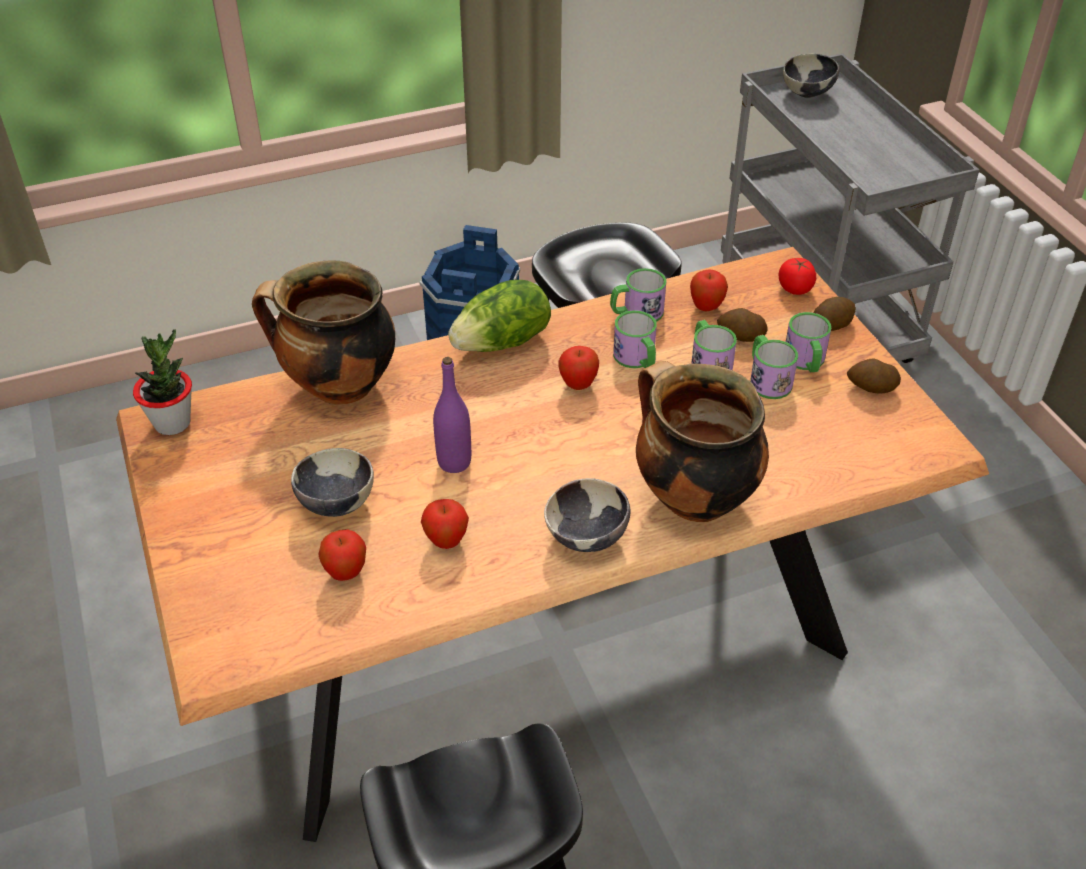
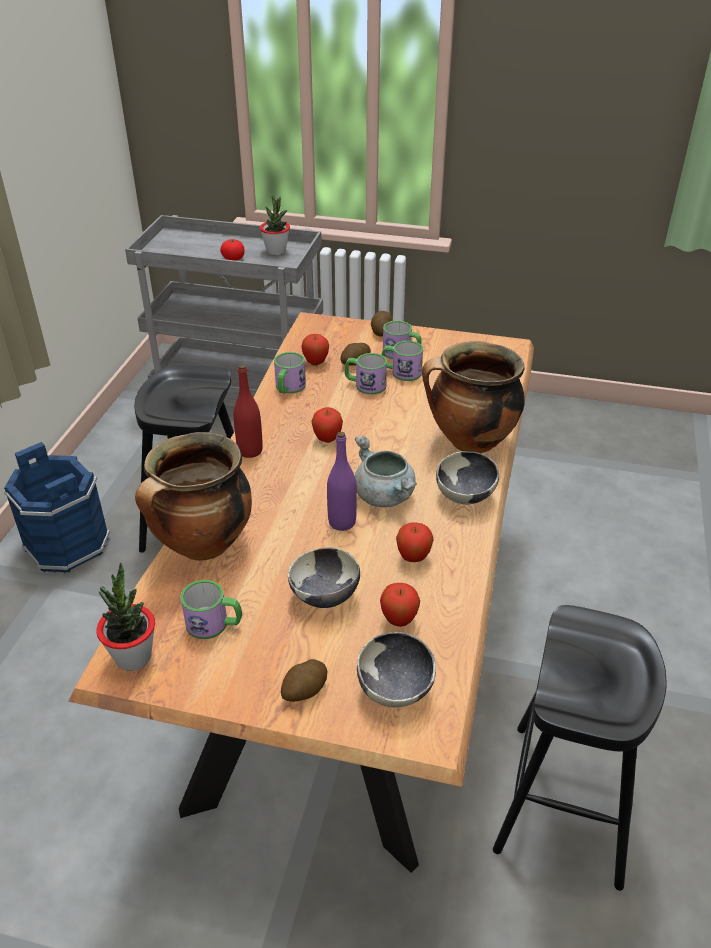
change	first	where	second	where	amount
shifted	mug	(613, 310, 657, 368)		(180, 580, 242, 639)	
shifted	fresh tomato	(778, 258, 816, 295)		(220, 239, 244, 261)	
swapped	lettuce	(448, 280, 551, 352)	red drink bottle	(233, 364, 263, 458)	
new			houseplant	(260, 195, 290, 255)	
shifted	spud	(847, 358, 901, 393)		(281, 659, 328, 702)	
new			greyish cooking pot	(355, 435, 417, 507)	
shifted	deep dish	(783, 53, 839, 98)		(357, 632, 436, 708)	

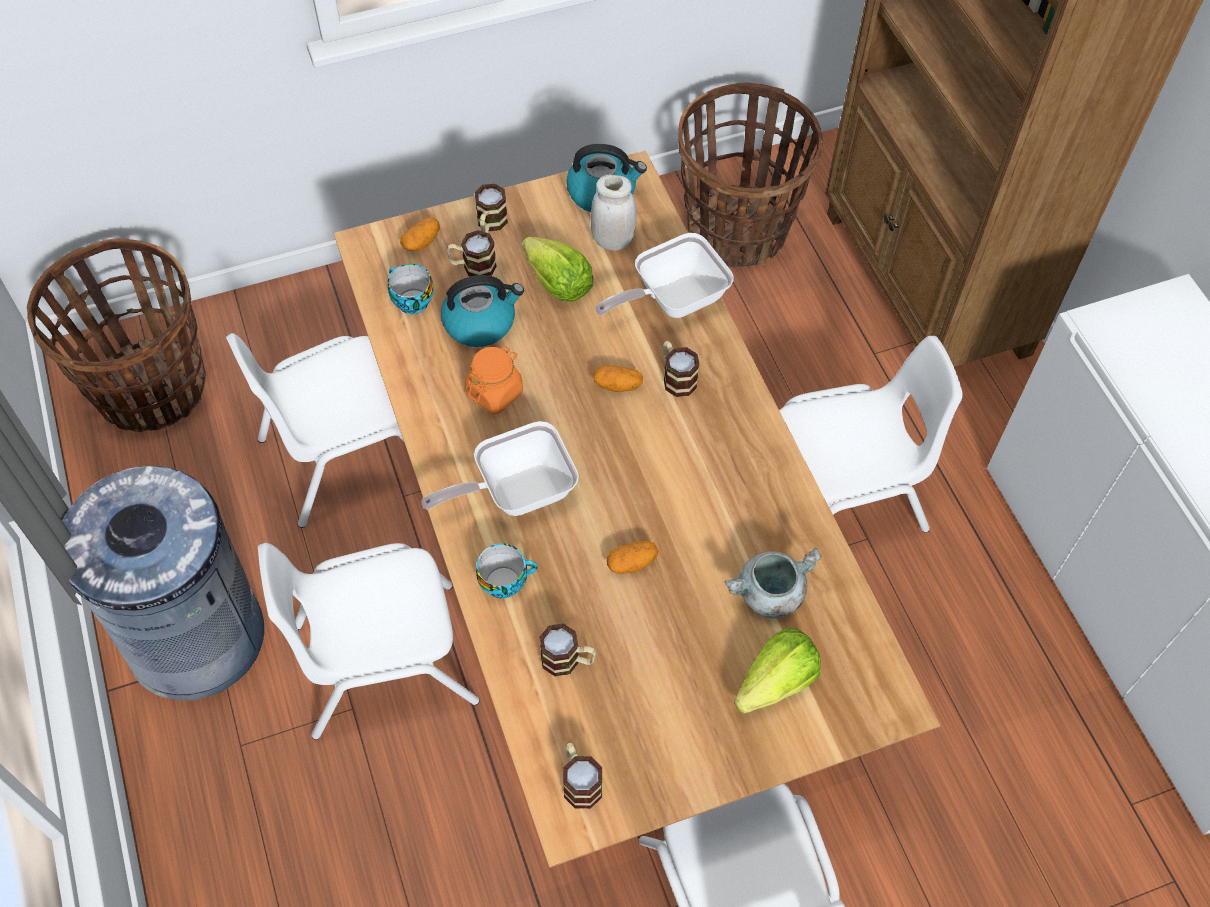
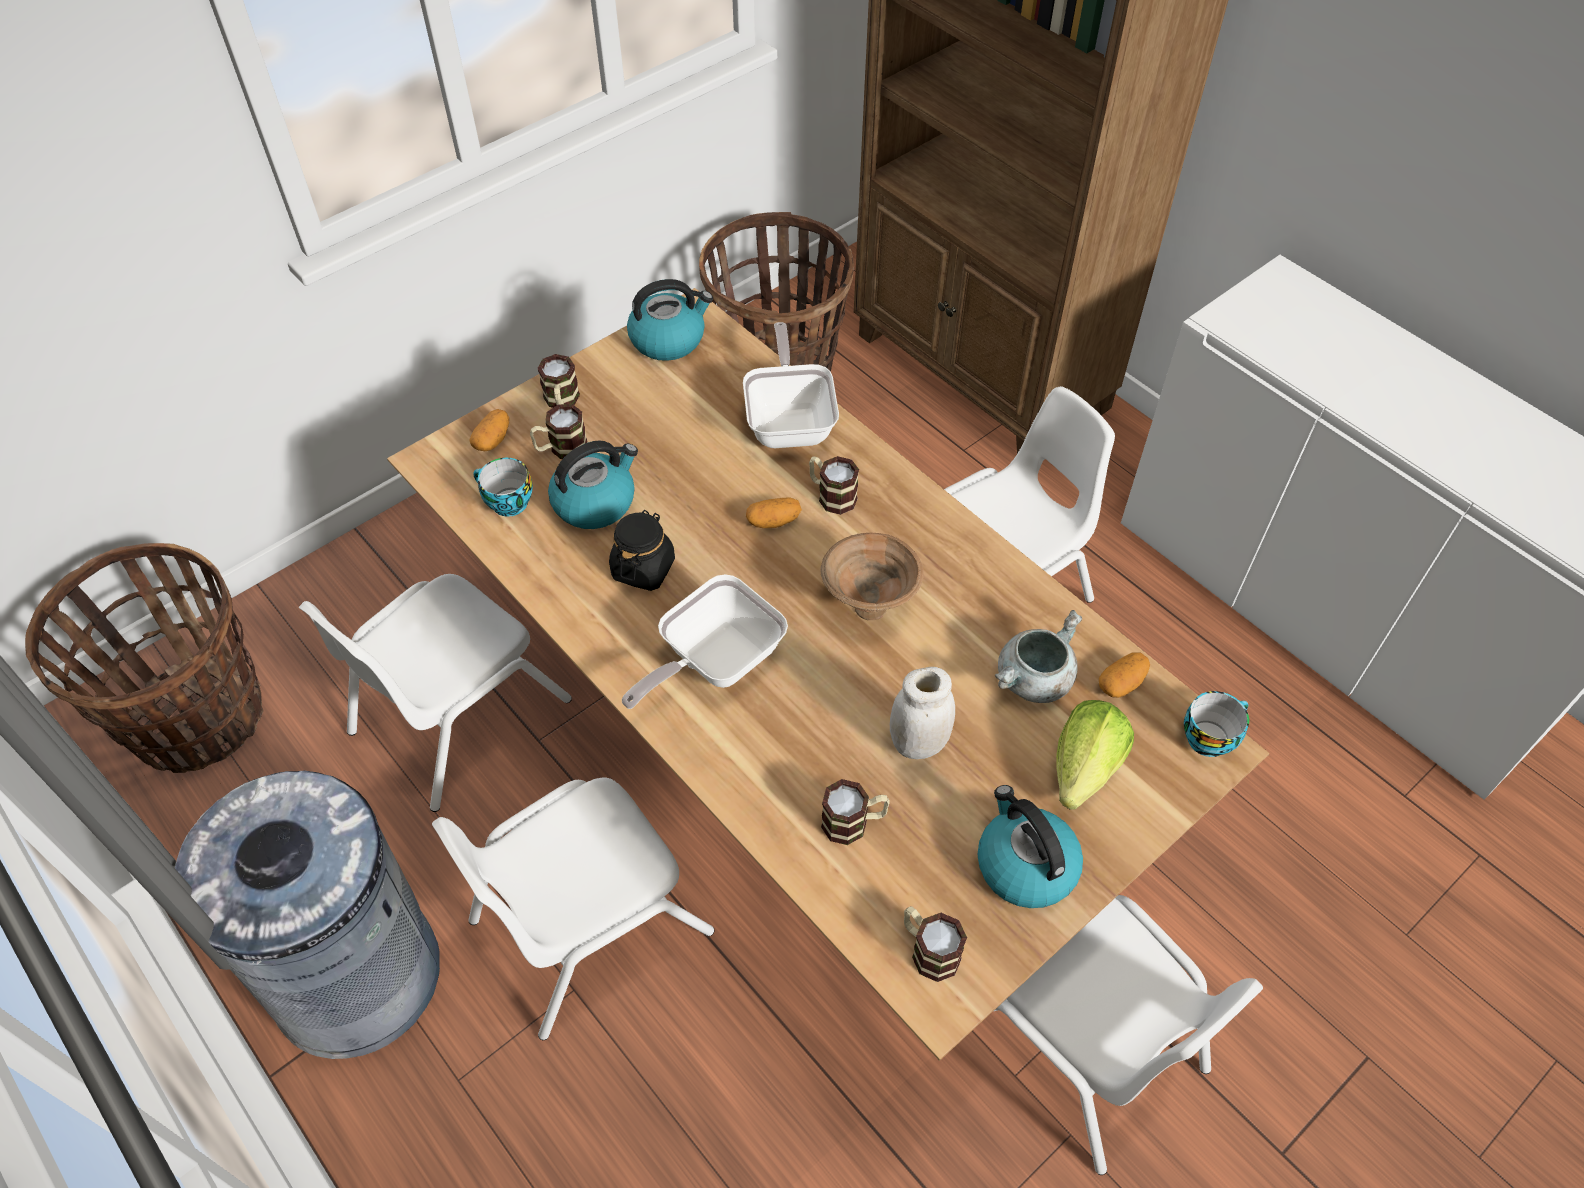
change	first	where	second	where	amount
repainted	orange-coloured jar	(465, 346, 523, 414)	black jar	(609, 510, 675, 591)	
rotated	frying pan	(595, 233, 734, 318)		(743, 322, 839, 448)	135 degrees clockwise
new			brown deep dish	(820, 533, 924, 620)	
shifted	white jar	(590, 175, 636, 251)		(890, 667, 955, 759)	
new			water kettle	(978, 785, 1083, 908)	
shifted	spud	(607, 541, 659, 574)		(1099, 653, 1150, 698)	
shifted	cup	(476, 544, 538, 598)		(1184, 691, 1249, 757)	
gone	lettuce	(522, 237, 593, 302)			

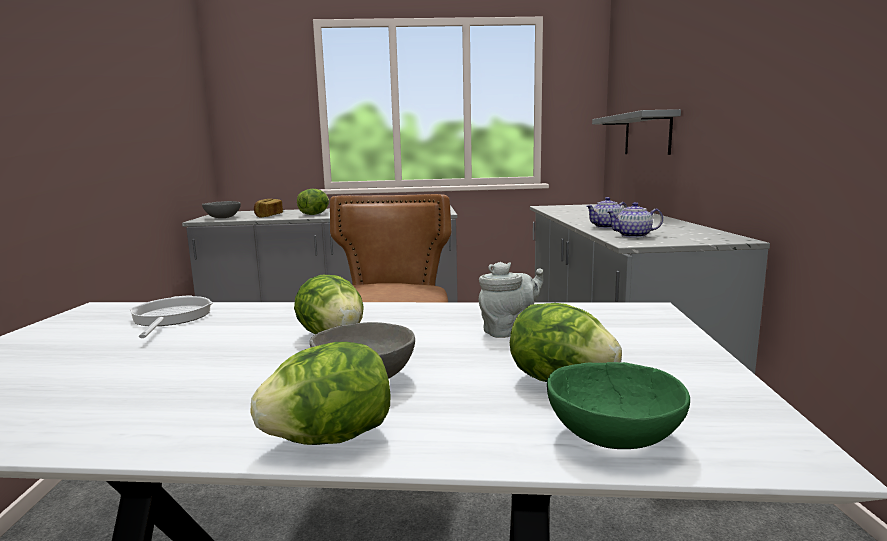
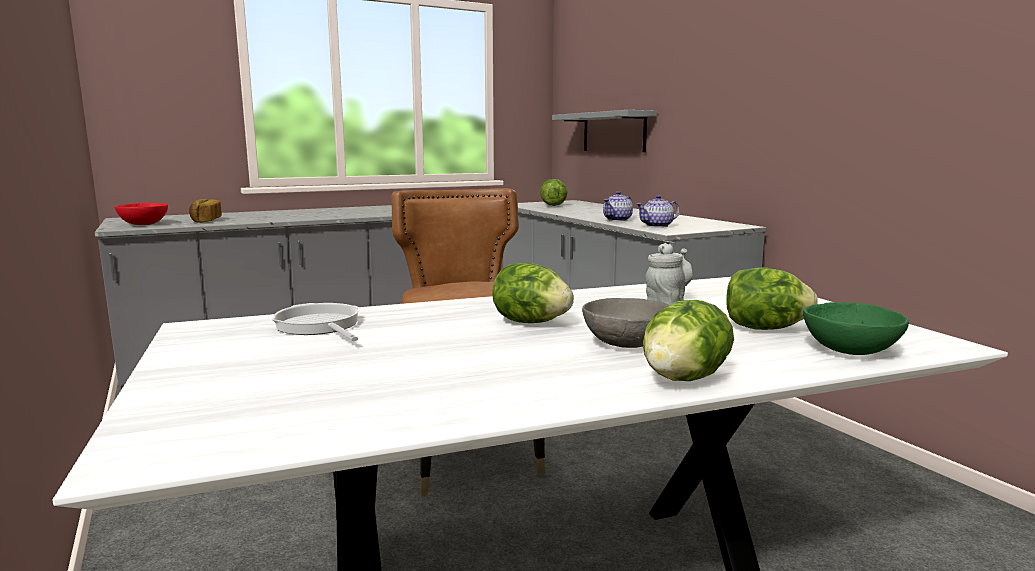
change	first	where	second	where	amount
repainted	greyish deep dish	(202, 201, 241, 218)	red deep dish	(114, 203, 168, 225)	
shifted	lettuce	(297, 189, 329, 215)		(540, 179, 567, 206)	

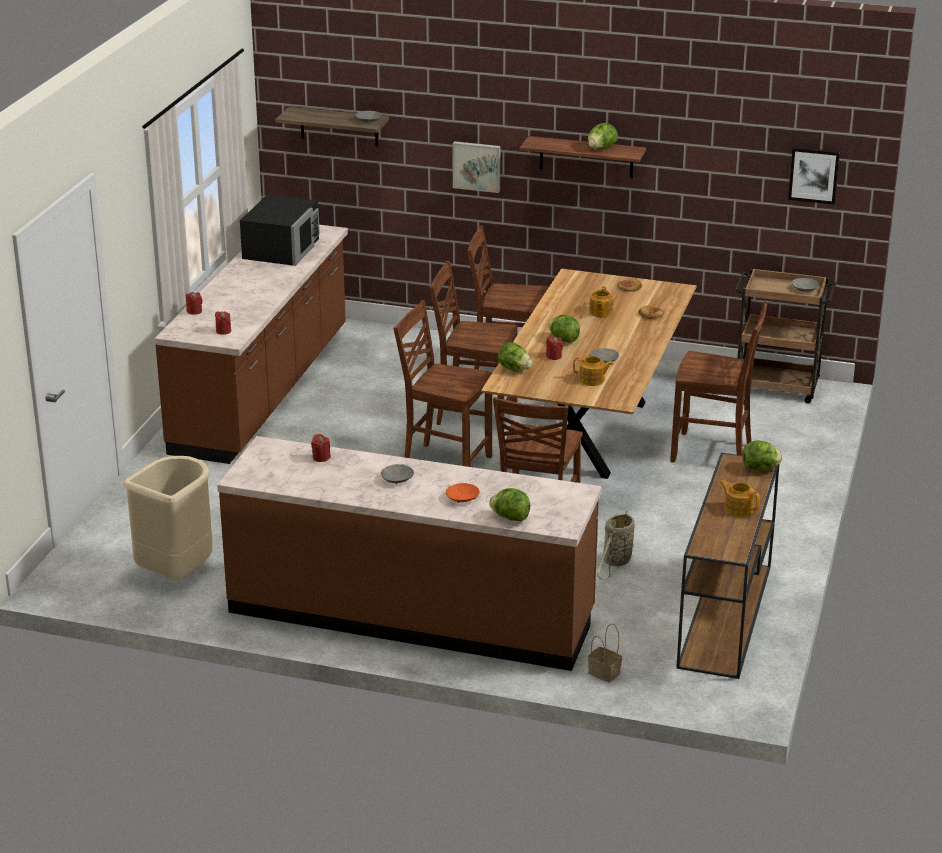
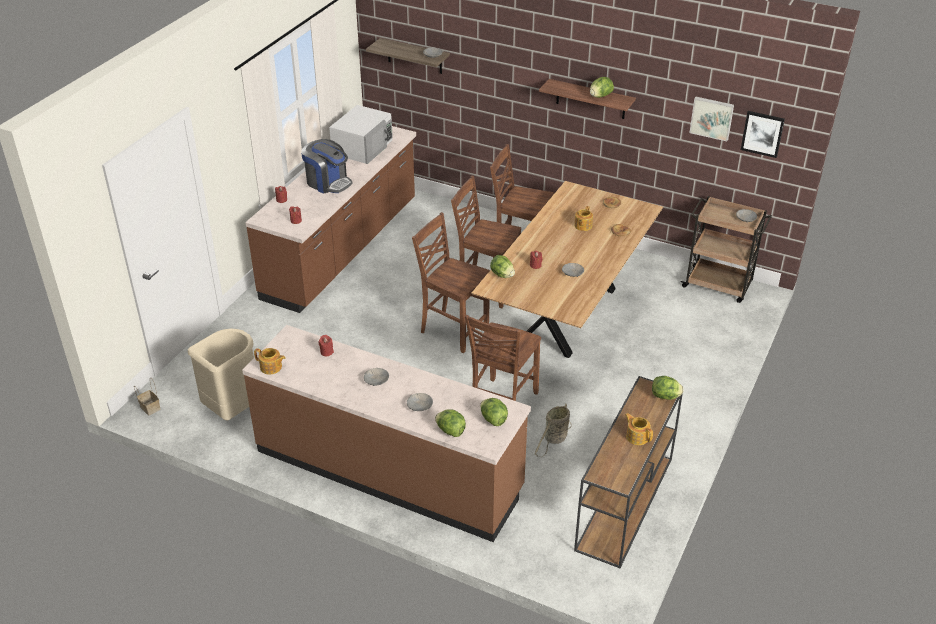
change	first	where	second	where	amount
shifted	household basket	(588, 624, 622, 682)		(134, 377, 160, 415)	
shifted	teapot	(573, 356, 613, 386)		(254, 348, 286, 375)	
new			coffee maker	(301, 139, 353, 194)	
repainted	black kitchen microwave	(240, 195, 320, 266)	white kitchen microwave	(329, 105, 393, 164)	
repainted	orange-coloured deep dish	(446, 483, 480, 503)	greyish deep dish	(407, 393, 433, 411)	
shifted	lettuce	(548, 314, 580, 343)		(480, 398, 508, 426)	
shifted	wall art	(453, 141, 501, 193)		(689, 97, 734, 141)	
gone	brown plain chair	(670, 301, 768, 463)			

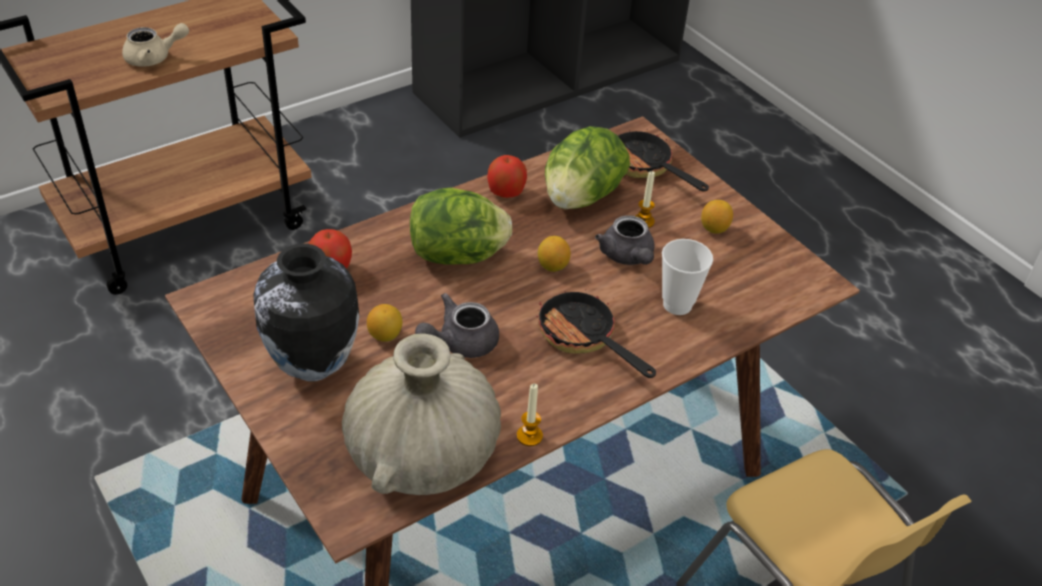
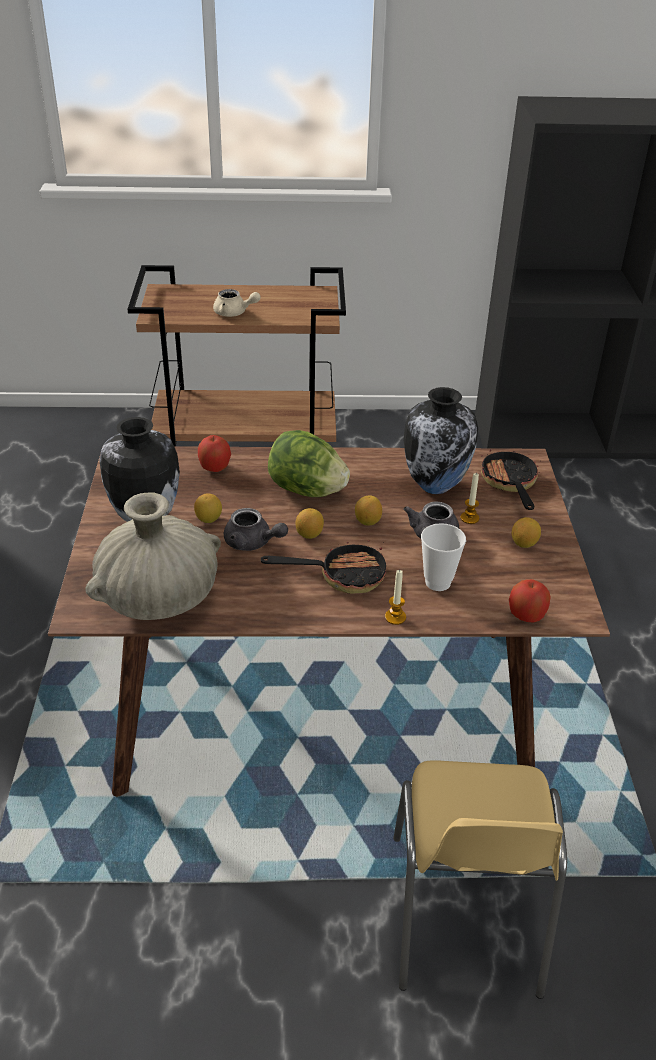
change	first	where	second	where	amount
rotated	greyish teapot	(415, 293, 499, 358)		(224, 508, 288, 551)	150 degrees counterclockwise
rotated	frying pan	(536, 289, 656, 378)		(261, 540, 386, 594)	90 degrees clockwise
new			whole lemon	(296, 508, 324, 539)	
shifted	wax light	(517, 384, 543, 446)		(385, 569, 406, 625)	
swapped	lettuce	(545, 126, 630, 210)	flower vase	(403, 387, 478, 494)	
shifted	apple	(487, 155, 527, 198)		(509, 579, 551, 623)	

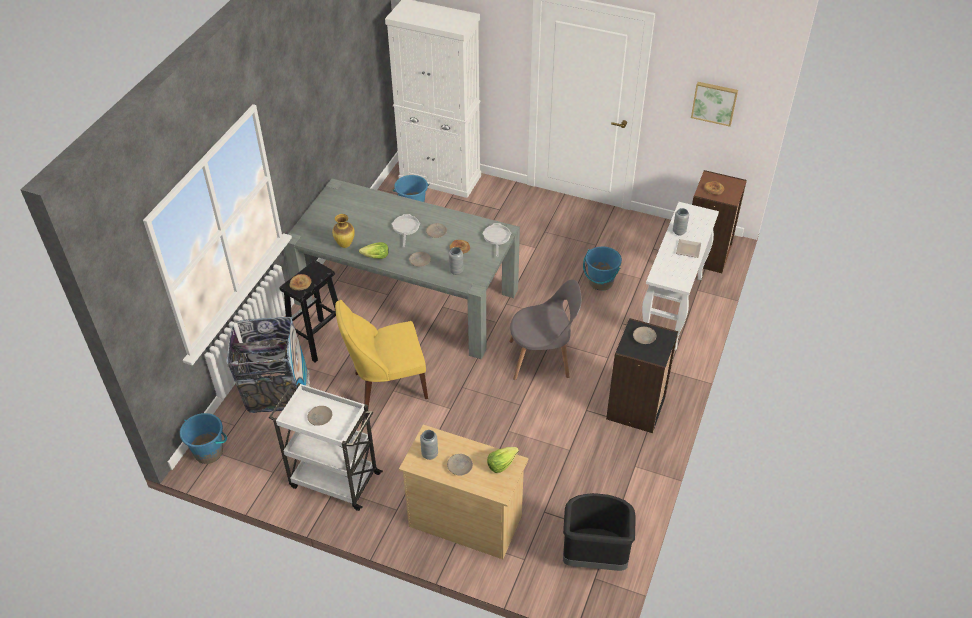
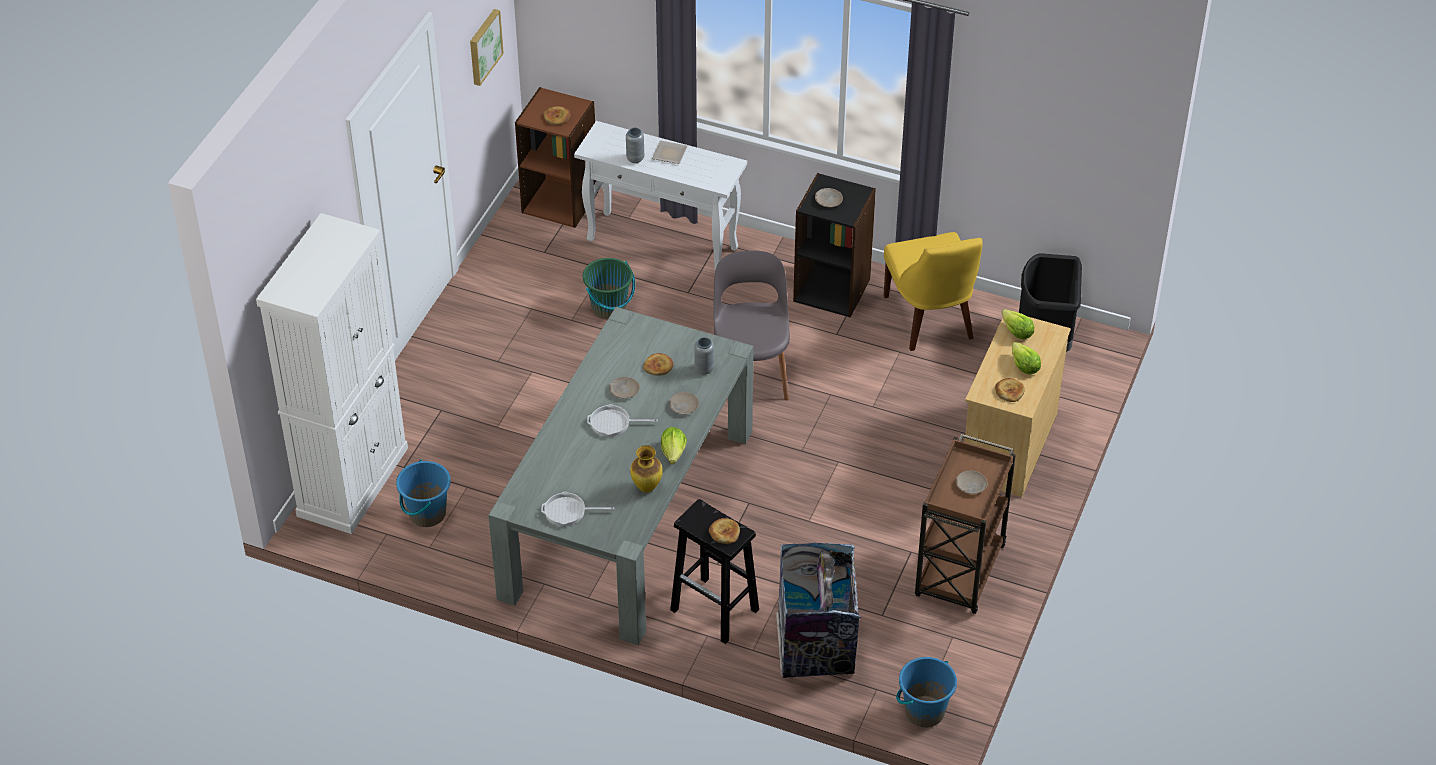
change	first	where	second	where	amount
shifted	frying pan	(482, 223, 512, 257)		(541, 491, 614, 526)	
repainted	blue-coloured bucket	(583, 247, 622, 291)	greenish bucket	(583, 258, 635, 319)	
shifted	yellow-coloured plain chair	(335, 300, 428, 408)		(884, 232, 983, 351)	
repainted	white cart	(269, 383, 383, 511)	brown cart	(915, 434, 1016, 614)	
swapped	greyish flower vase	(420, 430, 438, 460)	bakery bread	(995, 378, 1024, 402)	
swapped	beige plate	(447, 454, 473, 475)	lettuce	(1012, 342, 1041, 375)	

